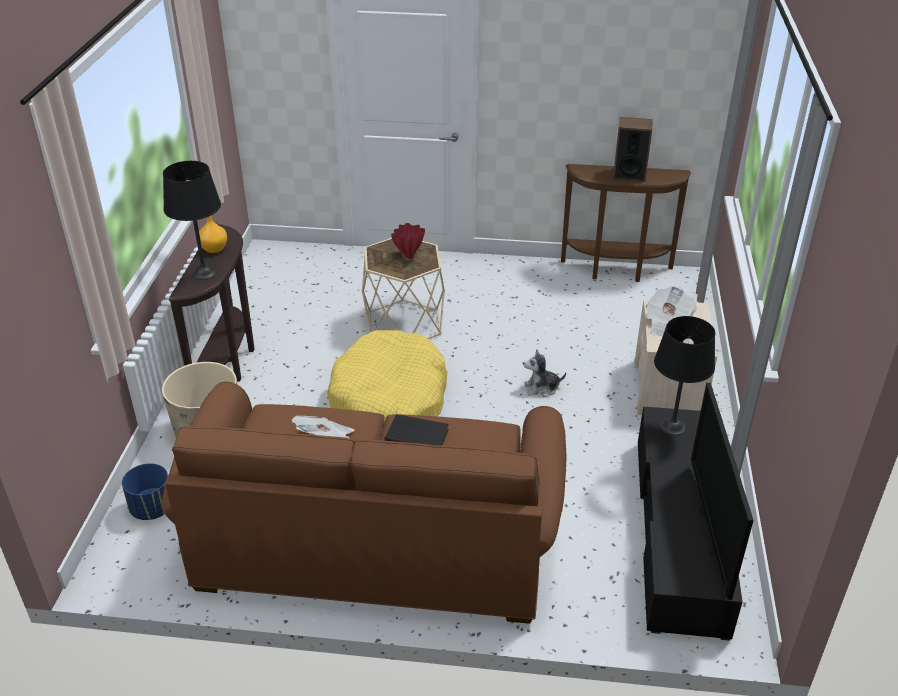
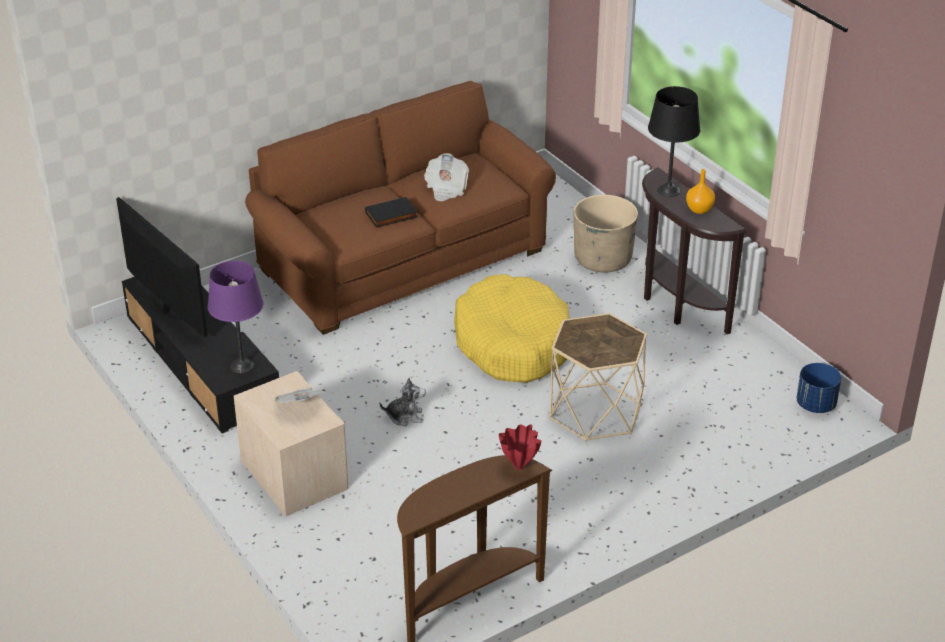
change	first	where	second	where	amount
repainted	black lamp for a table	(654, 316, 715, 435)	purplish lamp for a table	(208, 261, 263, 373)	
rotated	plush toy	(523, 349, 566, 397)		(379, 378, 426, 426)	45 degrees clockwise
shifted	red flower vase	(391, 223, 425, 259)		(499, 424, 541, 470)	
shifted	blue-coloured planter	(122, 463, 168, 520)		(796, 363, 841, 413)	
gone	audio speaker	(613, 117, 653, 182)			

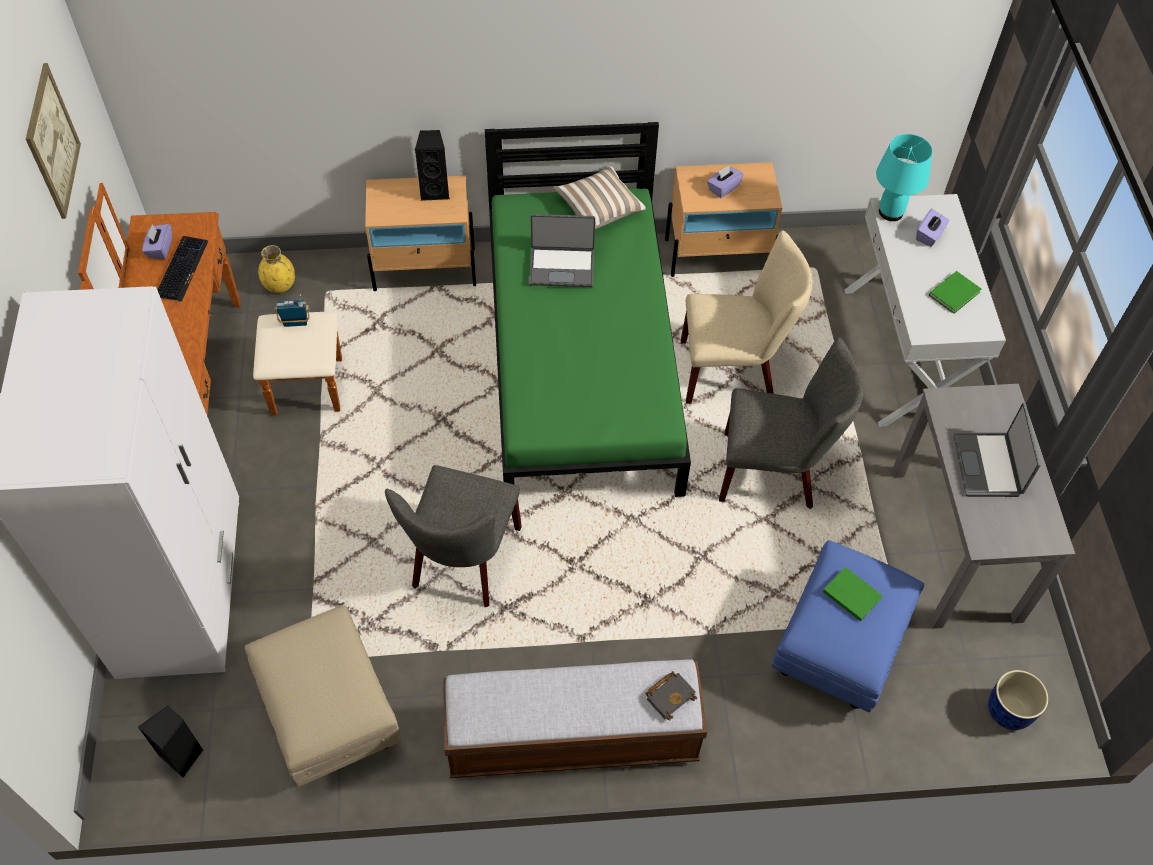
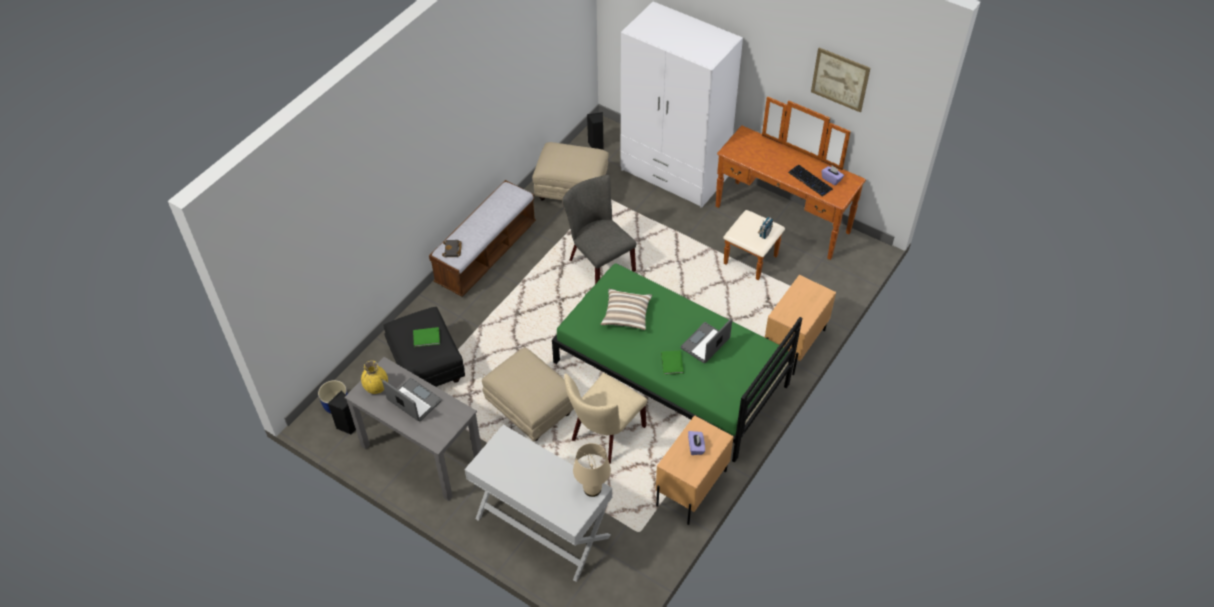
change	first	where	second	where	amount
shifted	black audio speaker	(415, 130, 450, 201)		(328, 391, 356, 435)	
shifted	yellow-coloured flower vase	(258, 245, 295, 293)		(361, 361, 388, 394)	
repainted	blue-coloured footrest	(771, 540, 924, 712)	black footrest	(384, 307, 465, 387)	
swapped	greyish plain chair	(719, 338, 863, 509)	beige footrest	(482, 347, 574, 441)	
repainted	blue-green lamp for a table	(876, 134, 932, 221)	beige lamp for a table	(573, 443, 611, 497)	
shifted	pillow	(552, 165, 646, 229)		(601, 289, 652, 330)	
shifted	greenish book	(929, 271, 981, 314)		(661, 351, 684, 375)	
gone	purplish box of tissues	(916, 209, 949, 247)			

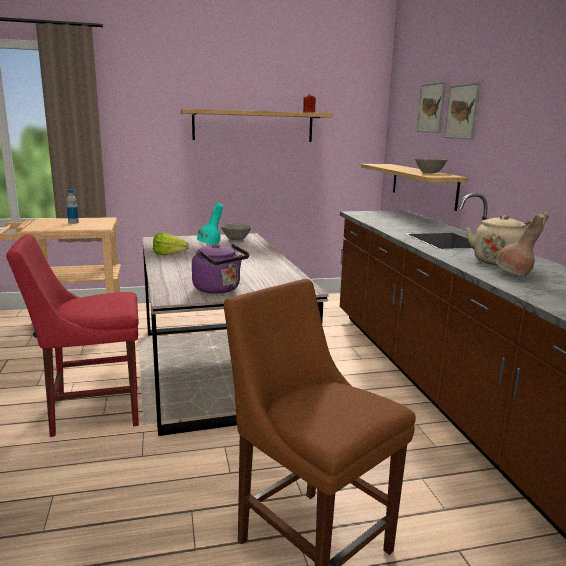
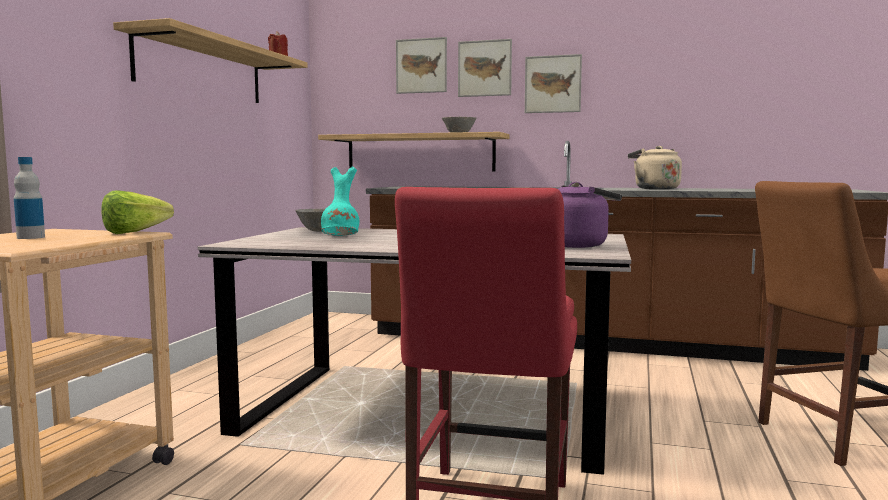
change	first	where	second	where	amount
shifted	lettuce	(153, 233, 189, 255)		(102, 191, 174, 234)	
new			wall art	(525, 54, 582, 113)	
gone	brown flower vase	(496, 212, 549, 277)			

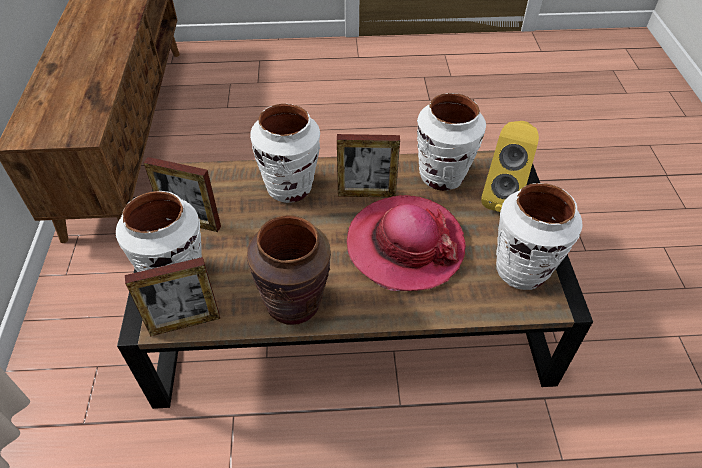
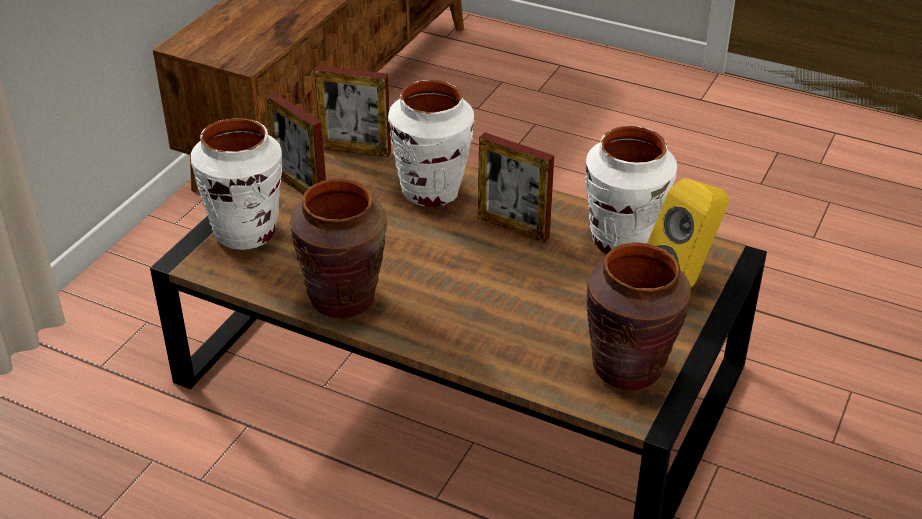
change	first	where	second	where	amount
shifted	standing frame	(125, 257, 220, 336)		(314, 65, 391, 157)	
repainted	white flower vase	(496, 183, 582, 290)	brown flower vase	(586, 243, 691, 390)	
gone	hat	(347, 195, 466, 291)			

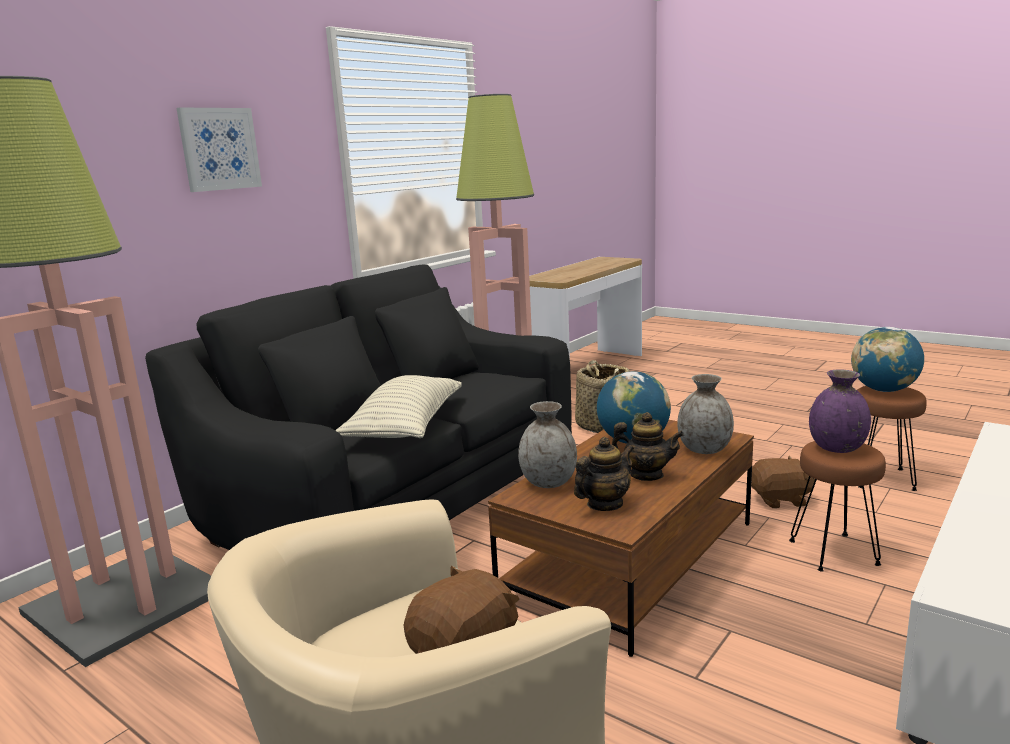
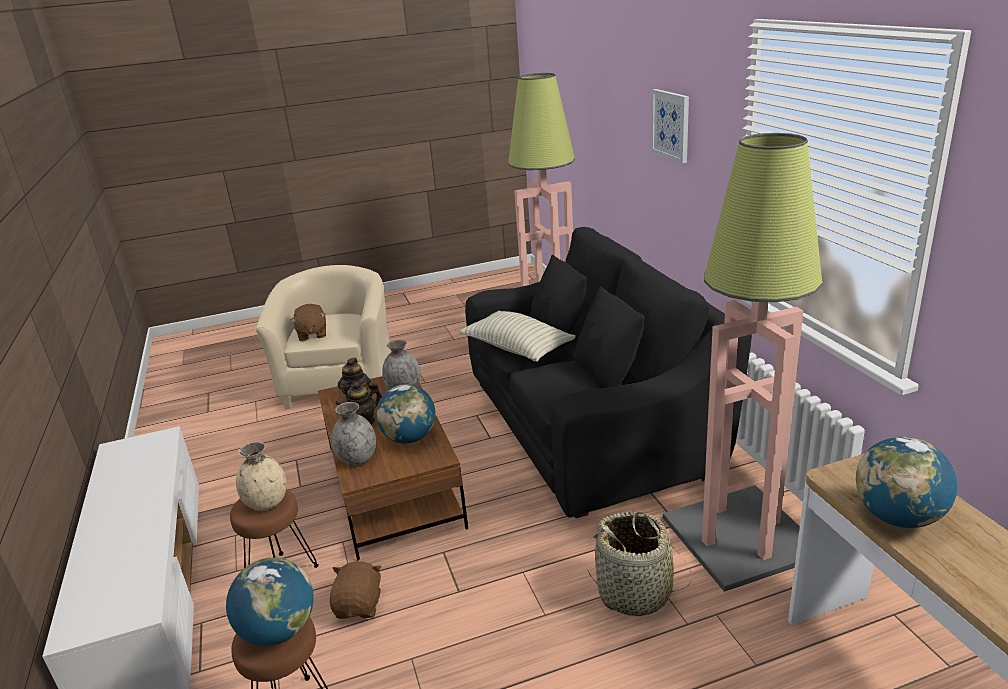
change	first	where	second	where	amount
repainted	purplish flower vase	(809, 369, 871, 453)	beige flower vase	(236, 442, 287, 511)	
rotated	brown plush toy	(751, 456, 815, 508)		(330, 561, 381, 619)	150 degrees clockwise
new			globe	(856, 437, 957, 528)	

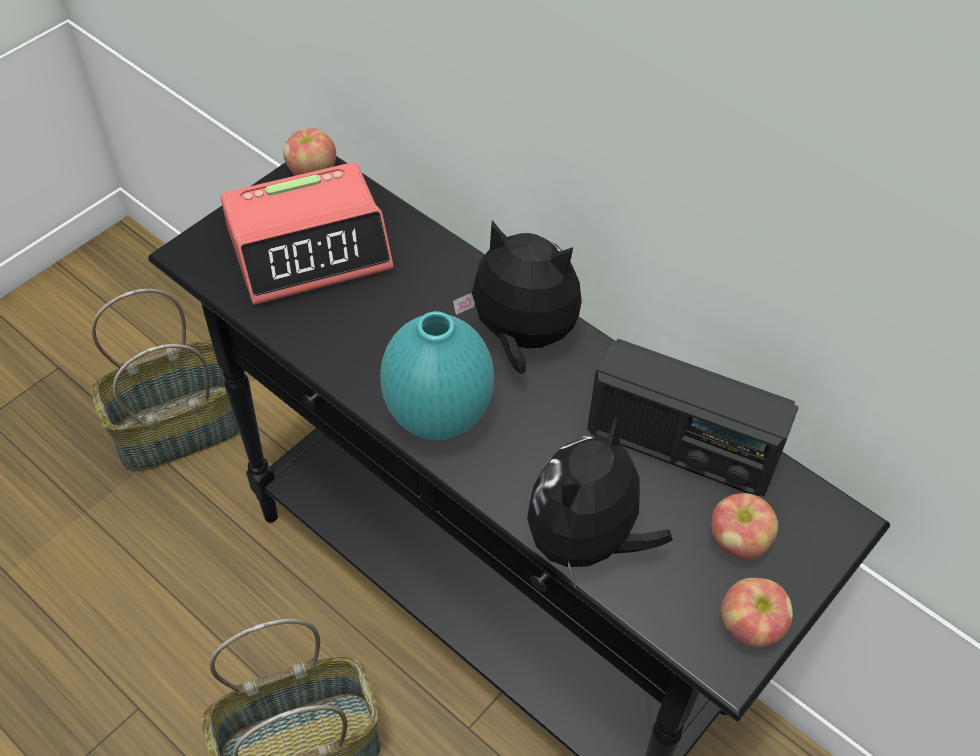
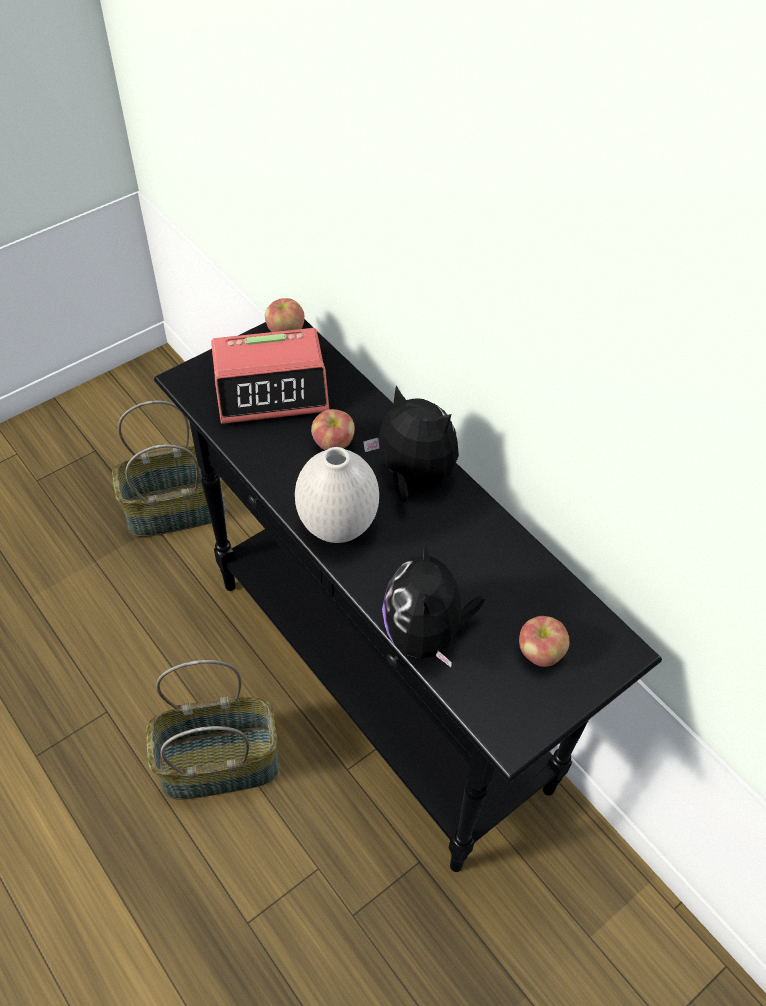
change	first	where	second	where	amount
repainted	blue-green flower vase	(380, 311, 494, 440)	white flower vase	(295, 447, 379, 543)	
shifted	apple	(720, 578, 793, 647)		(311, 409, 355, 450)	
rotated	plush toy	(527, 416, 673, 588)		(382, 539, 485, 667)	45 degrees counterclockwise
gone	radio	(587, 339, 798, 496)			

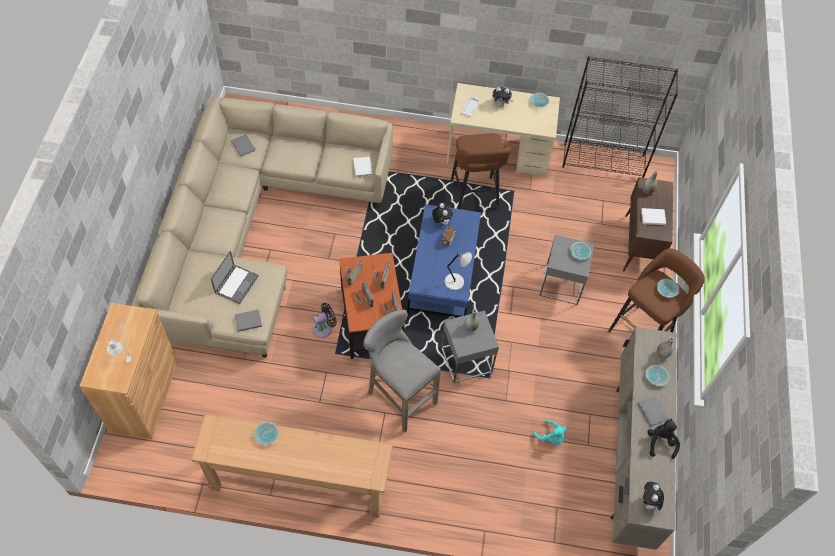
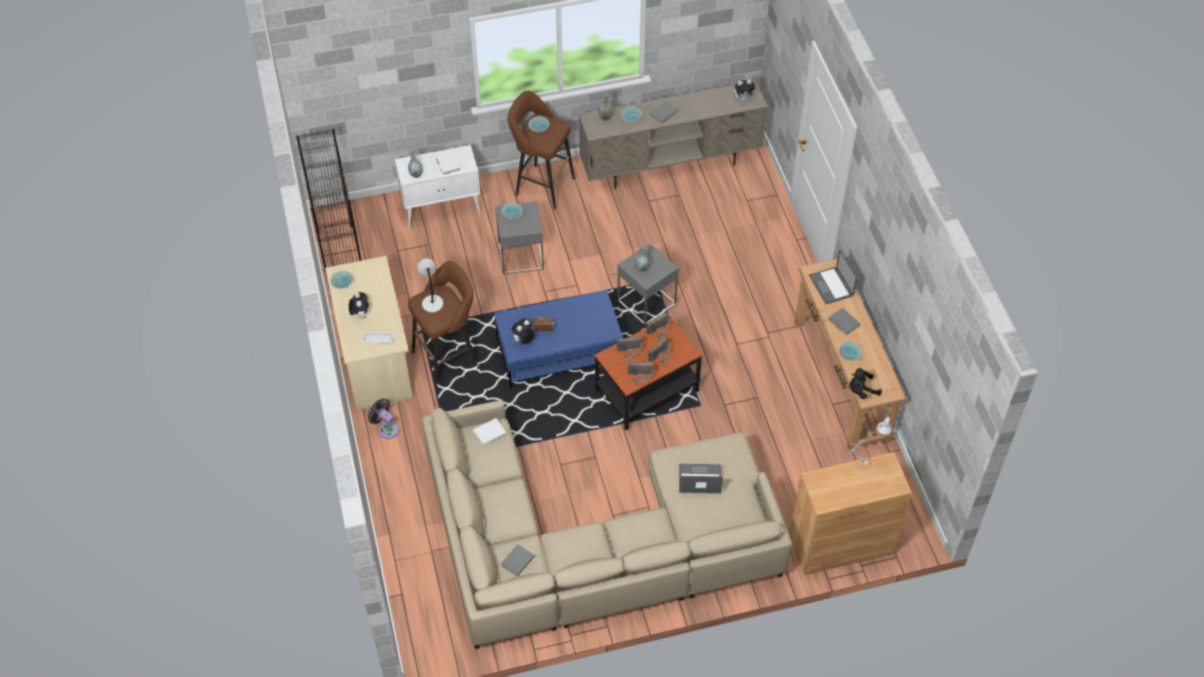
change	first	where	second	where	amount
shifted	black electric fan	(312, 303, 337, 338)		(368, 398, 399, 439)	
repainted	brown storage cabinet	(623, 177, 673, 271)	white storage cabinet	(395, 145, 481, 229)	
shifted	greyish lamp for a table	(445, 252, 472, 291)		(418, 258, 443, 313)	
new			portable computer	(809, 249, 857, 304)	
shifted	greyish book	(235, 309, 262, 332)		(829, 308, 861, 335)	
shifted	black plush toy	(647, 418, 680, 459)		(849, 368, 881, 399)	
gone	greyish sitting stool	(363, 309, 441, 432)			
gone	blue-green plush toy	(533, 420, 567, 445)			

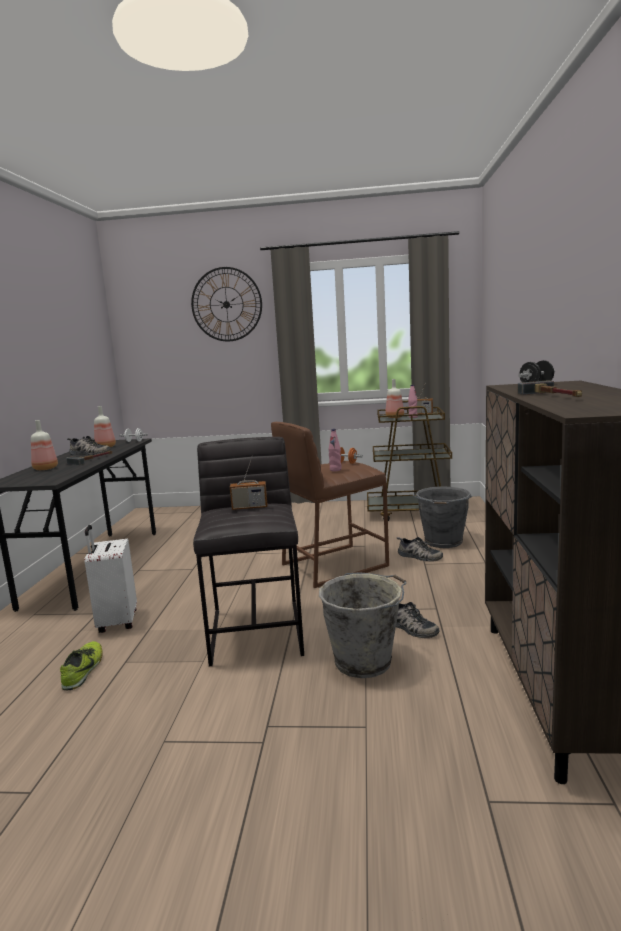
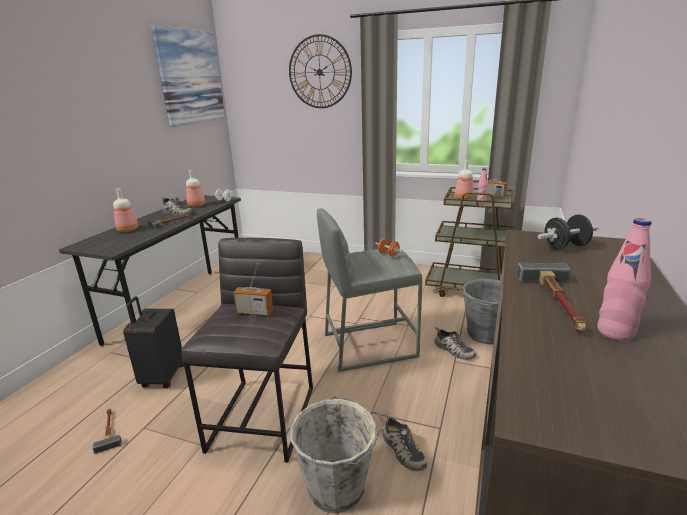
change	first	where	second	where	amount
swapped	low shoe	(60, 641, 103, 690)	hammer	(92, 409, 122, 454)	
repainted	white piece of luggage	(84, 525, 137, 633)	black piece of luggage	(123, 296, 184, 388)	
new			wall art	(151, 25, 225, 127)	
repainted	brown sitting stool	(271, 422, 389, 588)	greyish sitting stool	(317, 208, 422, 372)	
shifted	pink-coloured drink bottle	(328, 429, 341, 471)		(597, 218, 651, 341)	

